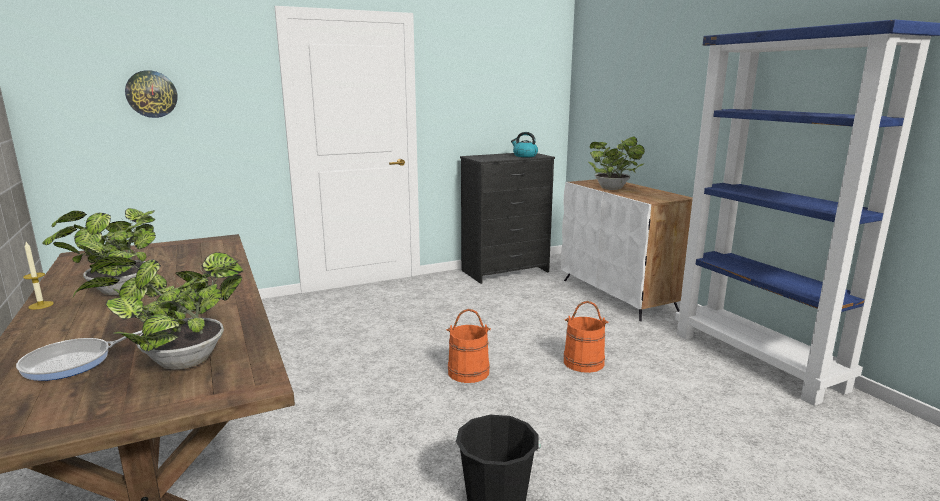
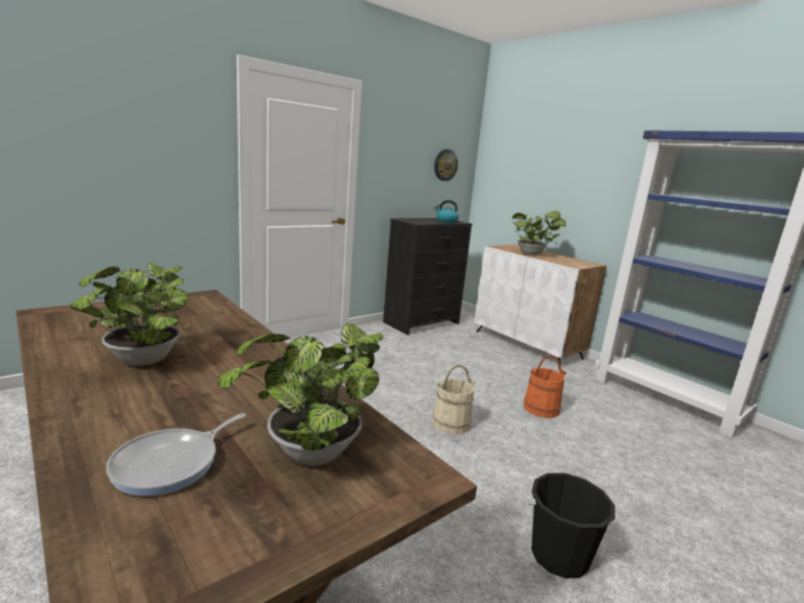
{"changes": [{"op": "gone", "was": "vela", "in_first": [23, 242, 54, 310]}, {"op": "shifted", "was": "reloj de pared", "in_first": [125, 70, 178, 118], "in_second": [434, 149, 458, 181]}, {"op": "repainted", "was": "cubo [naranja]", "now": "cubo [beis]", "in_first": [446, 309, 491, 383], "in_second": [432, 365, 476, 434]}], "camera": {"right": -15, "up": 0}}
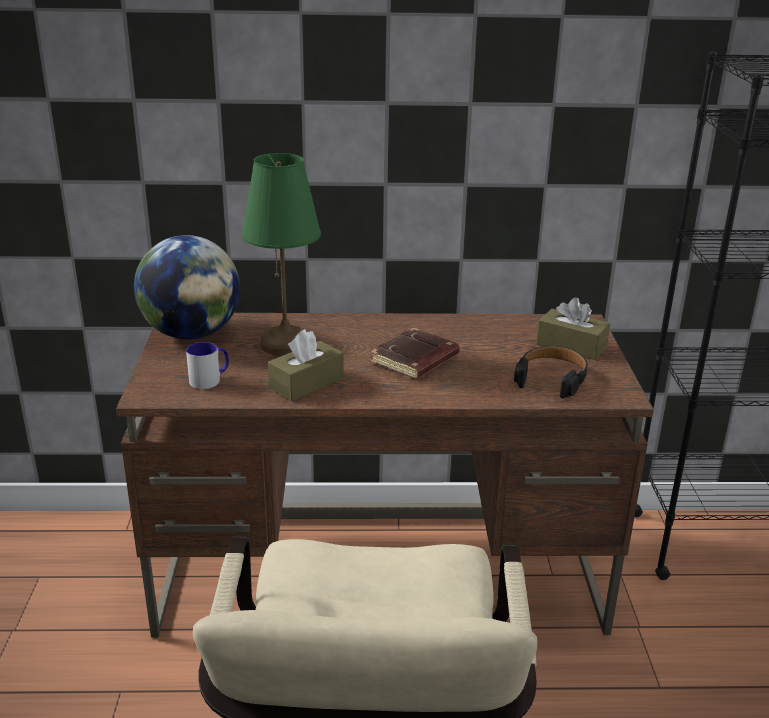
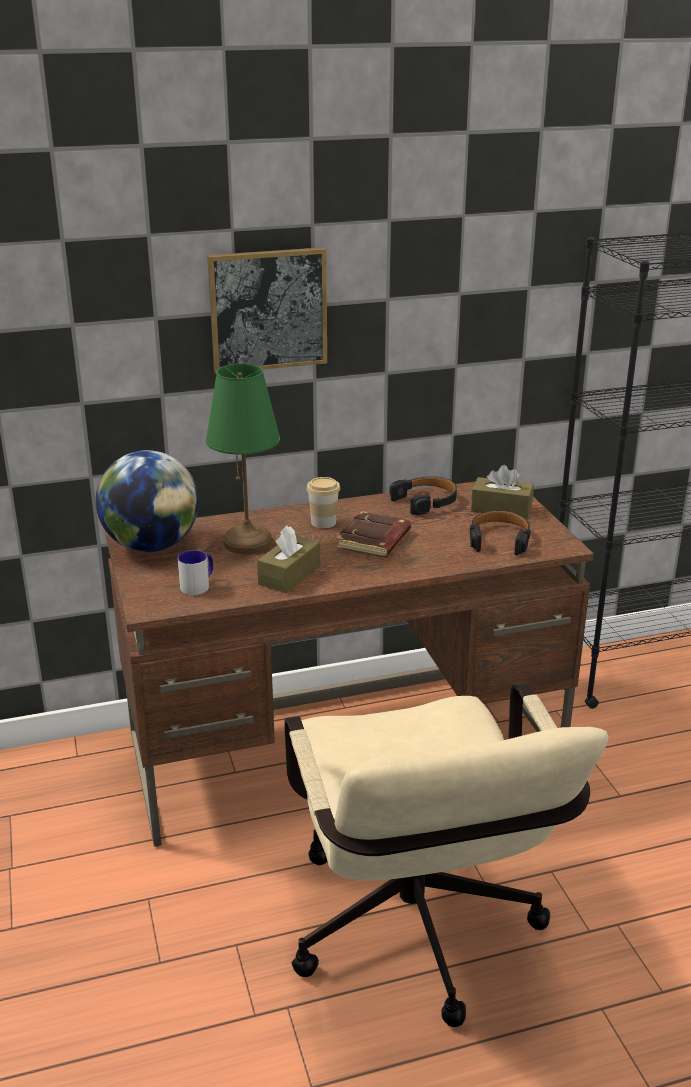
{"changes": [{"op": "new", "now": "cuadro", "in_second": [207, 247, 327, 374]}, {"op": "new", "now": "taza", "in_second": [307, 477, 340, 528]}, {"op": "new", "now": "auriculares [negro]", "in_second": [390, 476, 457, 515]}], "camera": {"right": -15, "up": 0}}
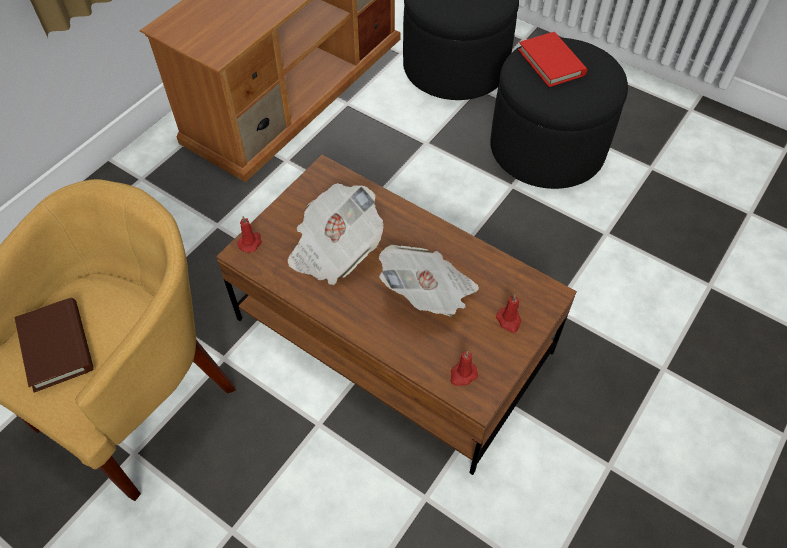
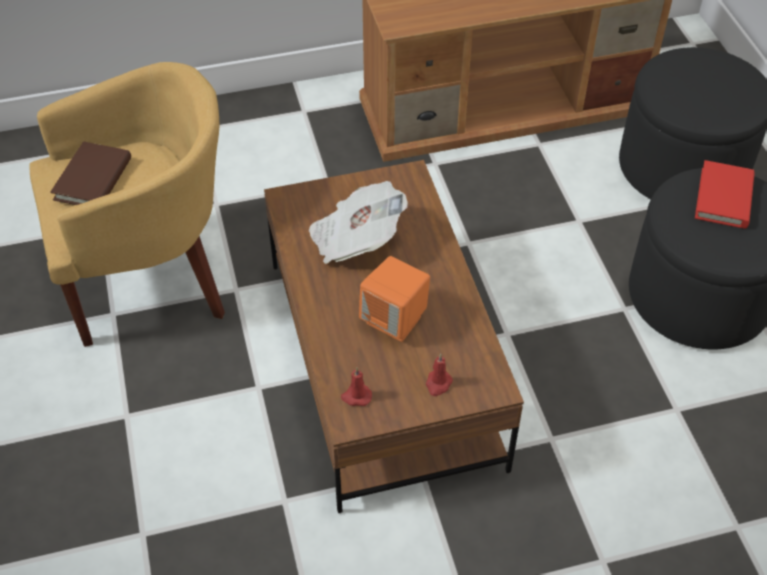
{"changes": [{"op": "gone", "was": "vela [rojo]", "in_first": [237, 216, 262, 253]}, {"op": "swapped", "was": "periódico", "now": "altavoz [naranja]", "in_first": [378, 245, 479, 317], "in_second": [359, 256, 430, 342]}], "camera": {"right": 40, "up": -5}}
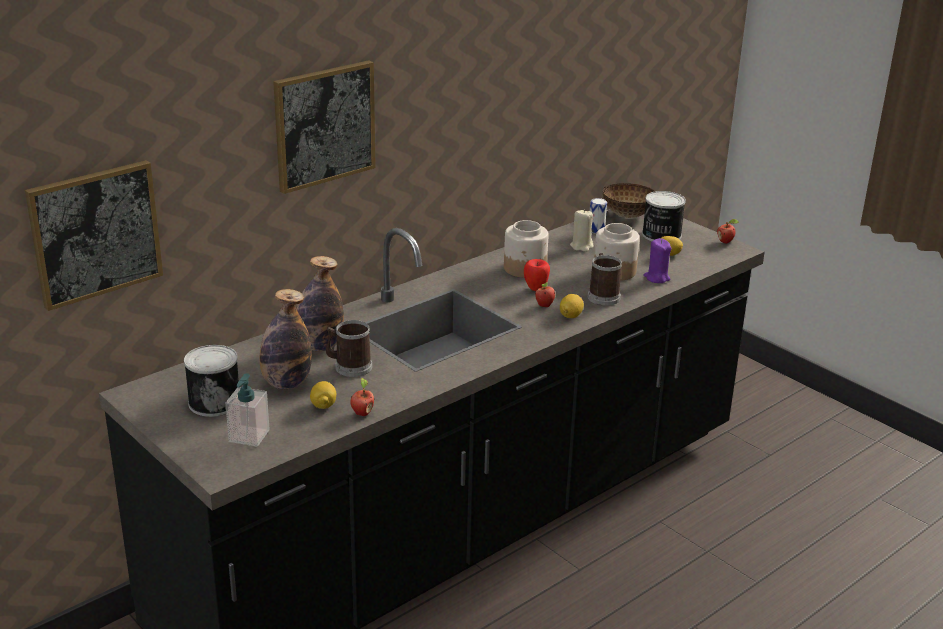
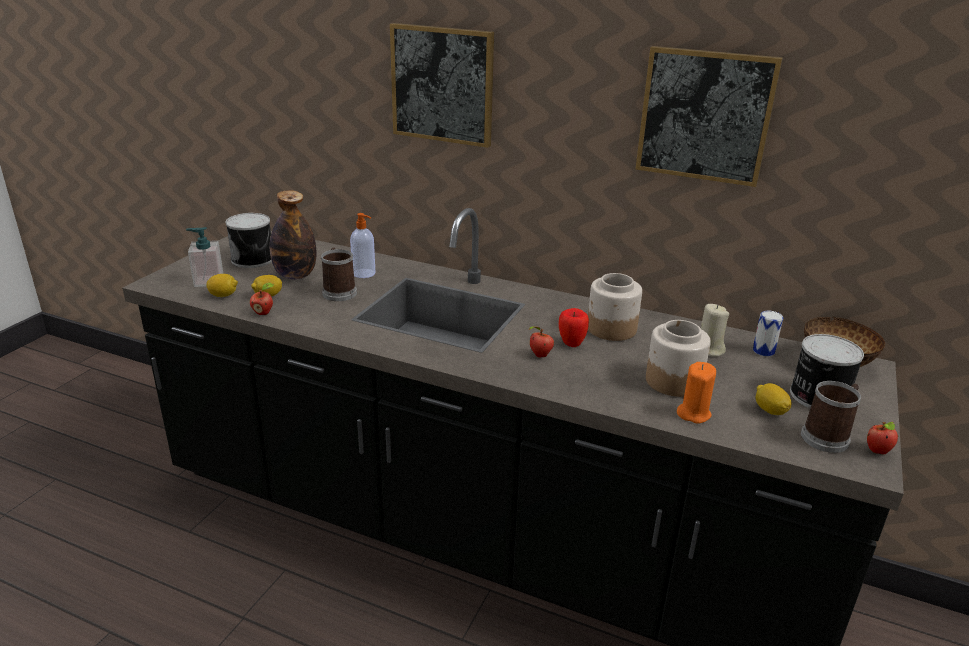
{"changes": [{"op": "shifted", "was": "cuadro", "in_first": [25, 160, 163, 311], "in_second": [636, 46, 783, 187]}, {"op": "shifted", "was": "limón", "in_first": [560, 294, 584, 318], "in_second": [206, 274, 238, 297]}, {"op": "shifted", "was": "taza grande", "in_first": [588, 253, 622, 305], "in_second": [801, 381, 861, 453]}, {"op": "swapped", "was": "botella", "now": "dispensador de jabón", "in_first": [296, 256, 344, 352], "in_second": [350, 213, 375, 278]}, {"op": "repainted", "was": "vela [morado]", "now": "vela [naranja]", "in_first": [643, 238, 671, 283], "in_second": [677, 362, 716, 424]}], "camera": {"right": 65, "up": 0}}
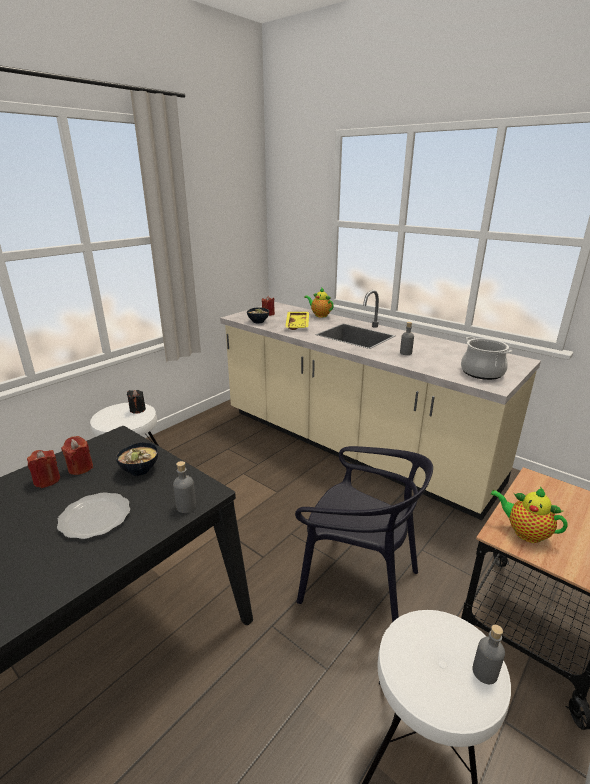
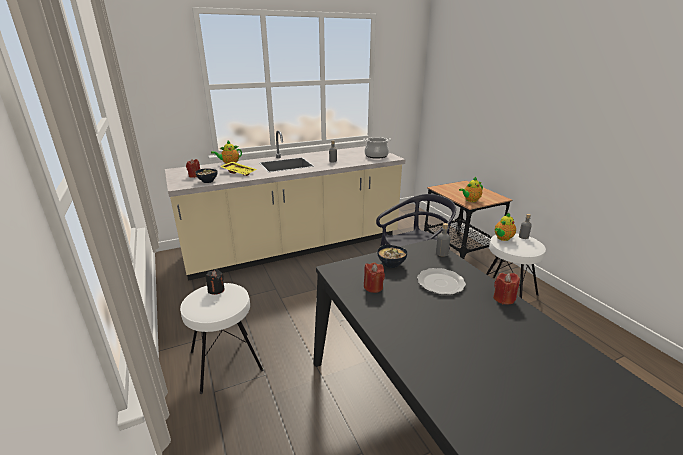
{"changes": [{"op": "new", "now": "tetera", "in_second": [495, 212, 516, 241]}, {"op": "shifted", "was": "vela [rojo]", "in_first": [27, 450, 60, 488], "in_second": [493, 273, 520, 305]}], "camera": {"right": -65, "up": 0}}
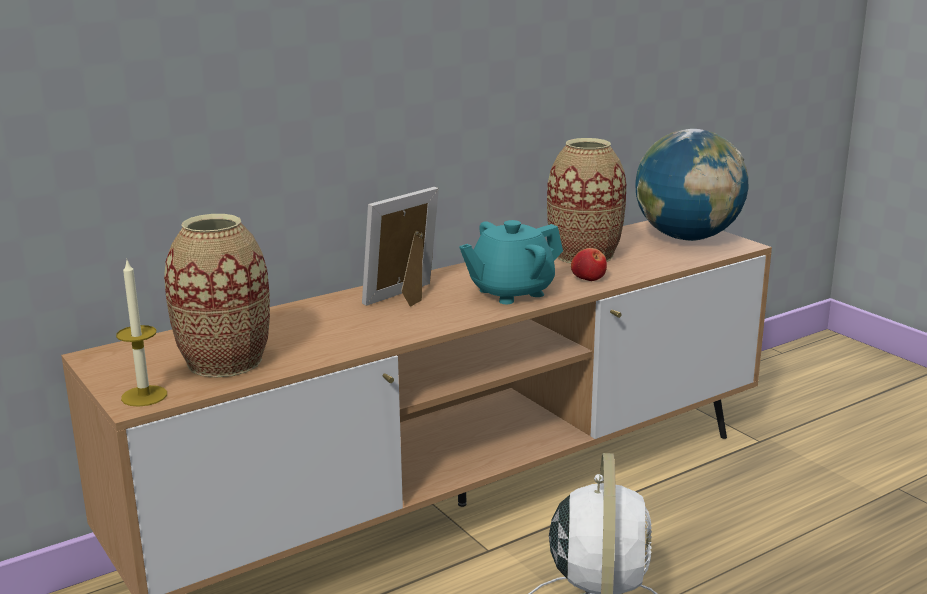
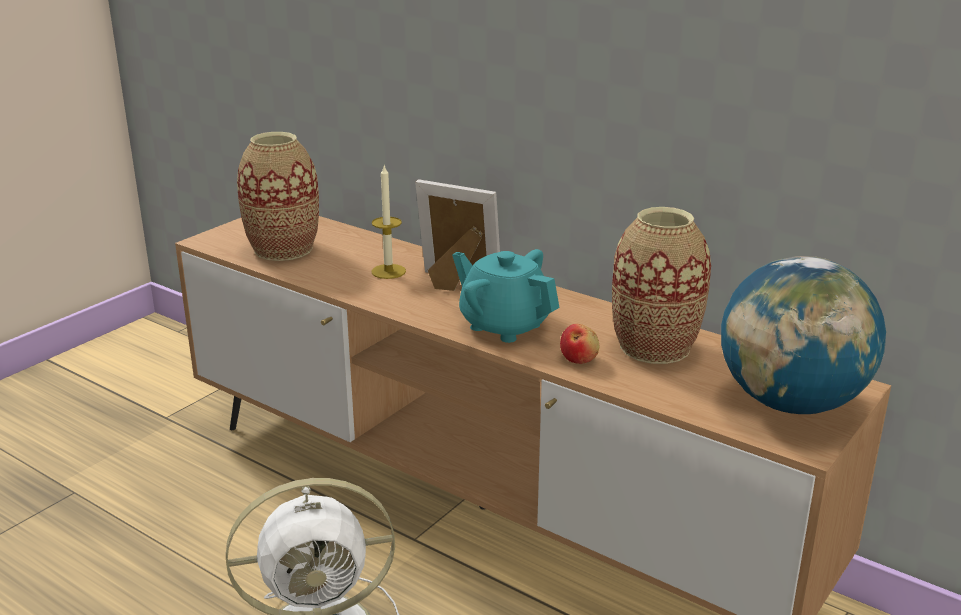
{"changes": [{"op": "shifted", "was": "vela", "in_first": [116, 258, 167, 407], "in_second": [371, 166, 406, 279]}], "camera": {"right": 70, "up": 5}}
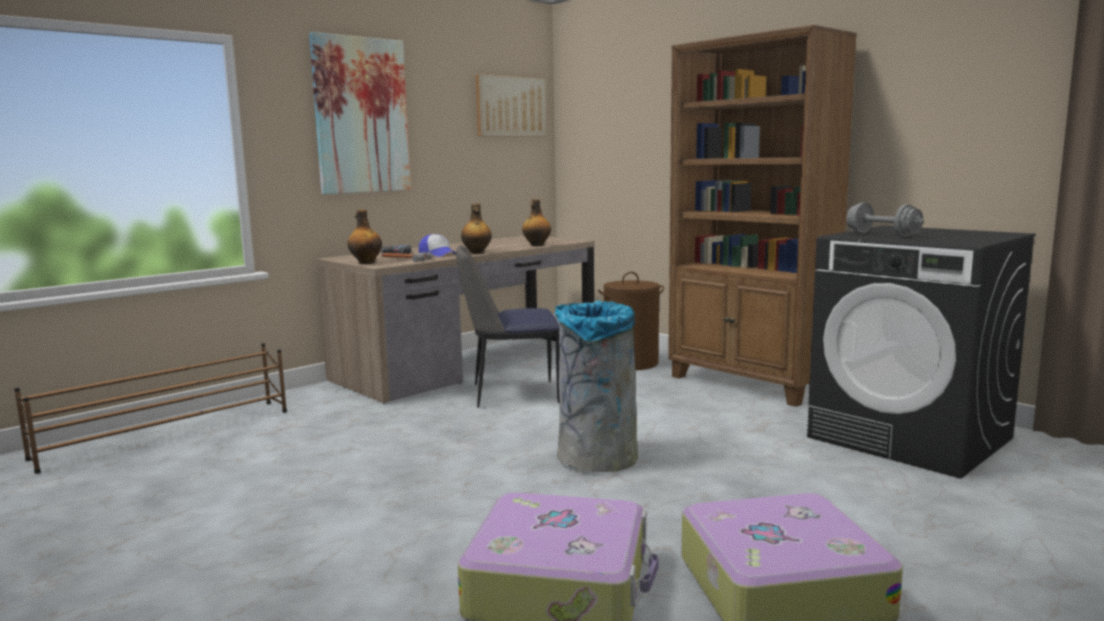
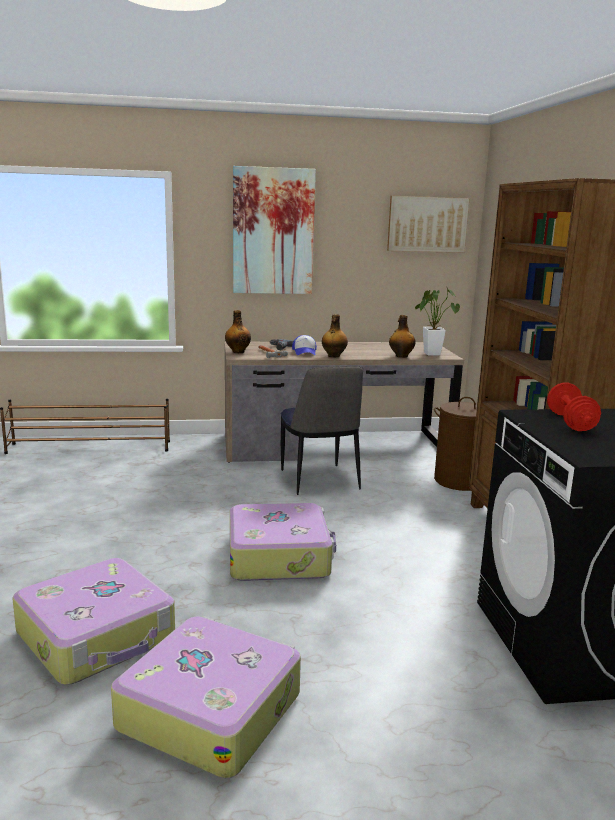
{"changes": [{"op": "new", "now": "planta en maceta", "in_second": [415, 289, 460, 356]}, {"op": "swapped", "was": "papelera [gris]", "now": "maleta", "in_first": [555, 301, 638, 472], "in_second": [230, 503, 336, 581]}, {"op": "repainted", "was": "mancuerna [gris]", "now": "mancuerna [rojo]", "in_first": [846, 203, 924, 237], "in_second": [547, 383, 601, 431]}, {"op": "rotated", "was": "silla", "in_first": [456, 246, 560, 407], "in_second": [281, 366, 363, 495], "clockwise": -135}], "camera": {"right": 35, "up": 5}}
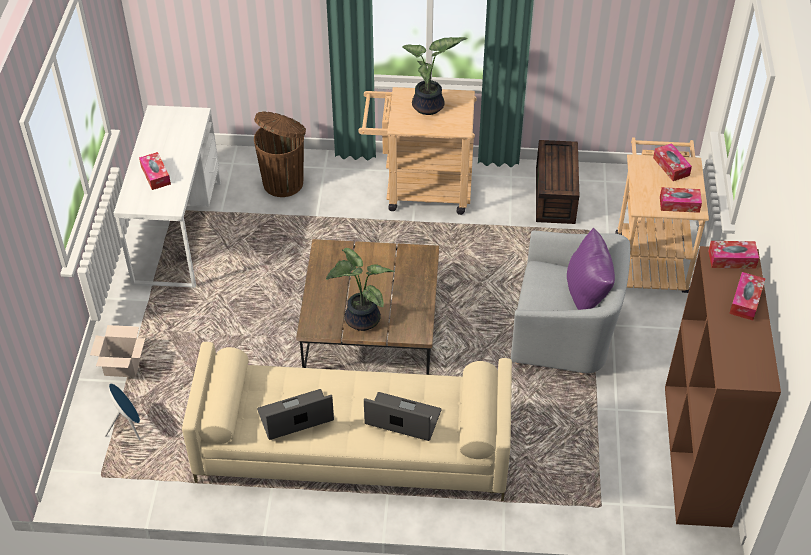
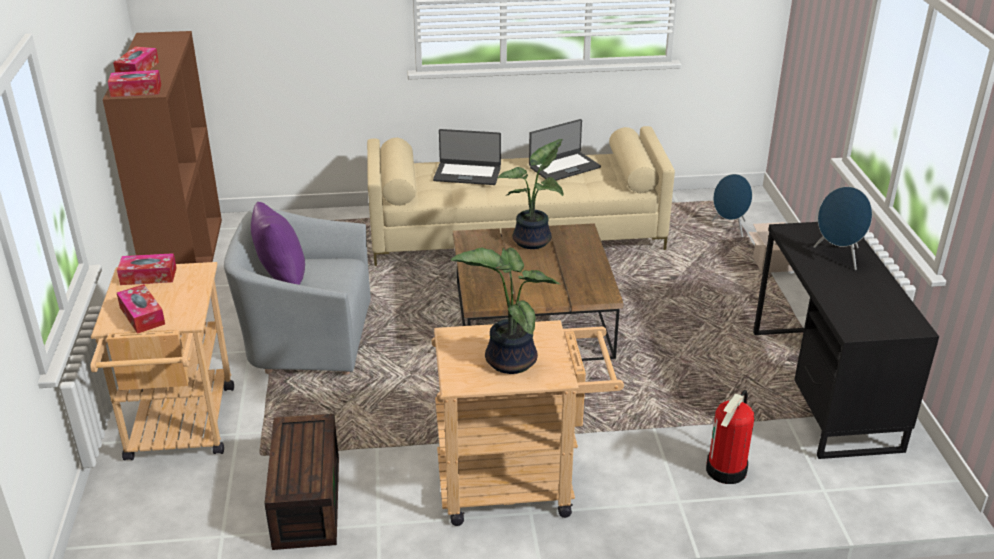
{"changes": [{"op": "swapped", "was": "caja de pañuelos", "now": "altavoz [azul]", "in_first": [139, 152, 171, 190], "in_second": [813, 186, 872, 270]}, {"op": "swapped", "was": "papelera [marrón]", "now": "extintor", "in_first": [254, 112, 306, 197], "in_second": [706, 390, 754, 484]}, {"op": "repainted", "was": "escritorio [blanco]", "now": "escritorio [negro]", "in_first": [114, 105, 221, 288], "in_second": [753, 222, 939, 459]}], "camera": {"right": 170, "up": -15}}
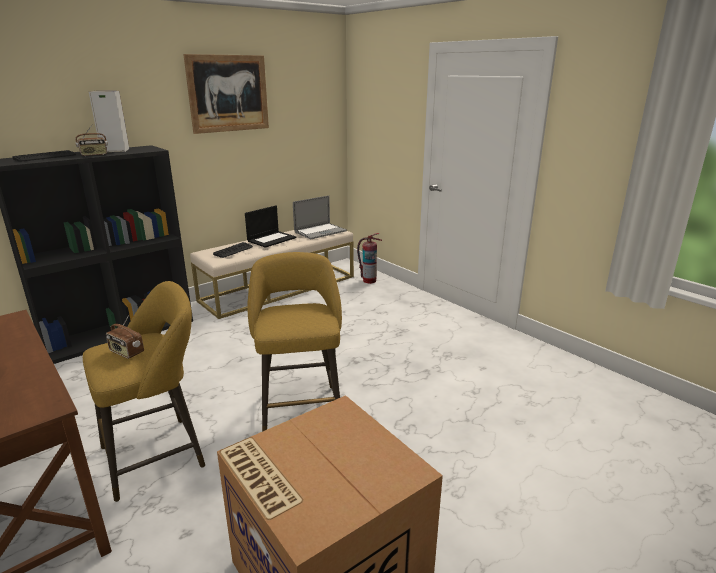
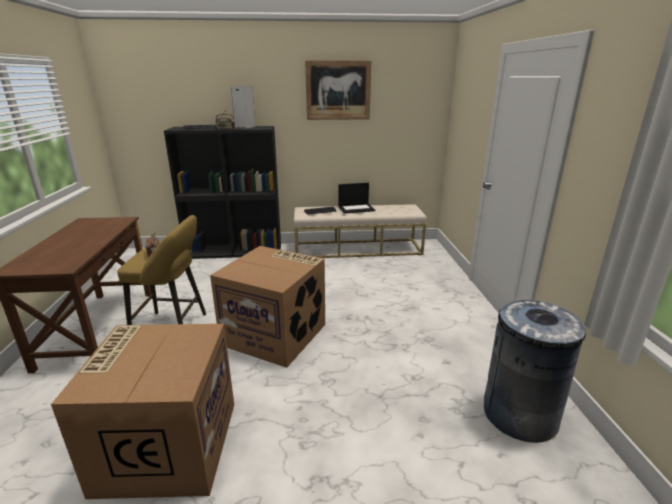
{"changes": [{"op": "gone", "was": "portátil", "in_first": [293, 195, 347, 239]}, {"op": "gone", "was": "extintor", "in_first": [357, 233, 382, 284]}, {"op": "new", "now": "papelera [gris]", "in_second": [484, 299, 586, 443]}, {"op": "swapped", "was": "taburete [amarillo]", "now": "caja de cartón", "in_first": [247, 252, 342, 432], "in_second": [210, 246, 325, 368]}], "camera": {"right": 35, "up": 0}}
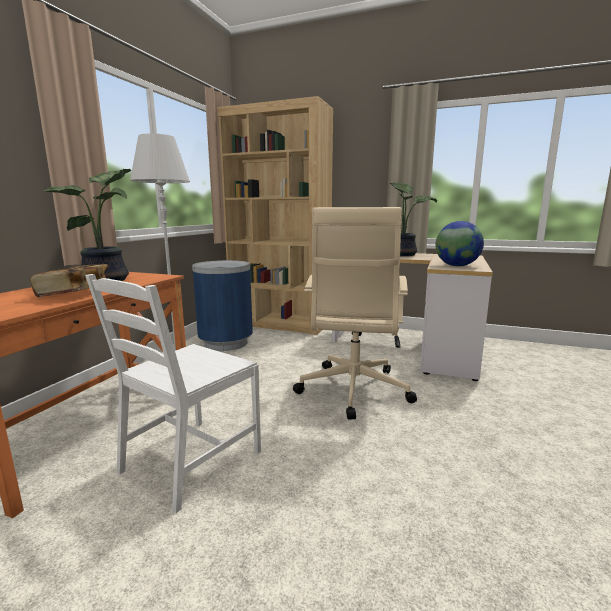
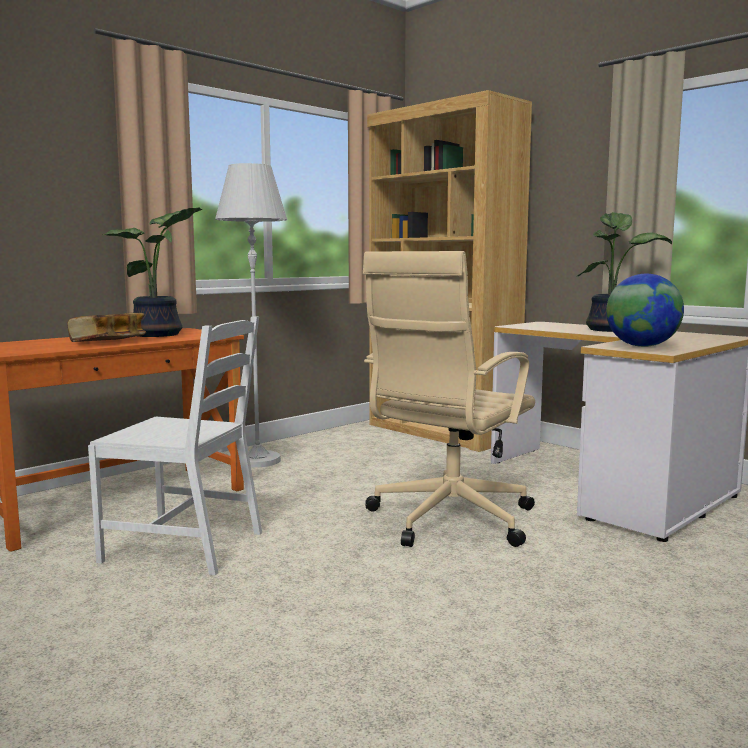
{"changes": [{"op": "gone", "was": "papelera [azul]", "in_first": [192, 260, 253, 351]}, {"op": "rotated", "was": "silla [blanco]", "in_first": [85, 274, 261, 513], "in_second": [88, 316, 262, 576], "clockwise": -135}], "camera": {"right": 25, "up": -5}}
